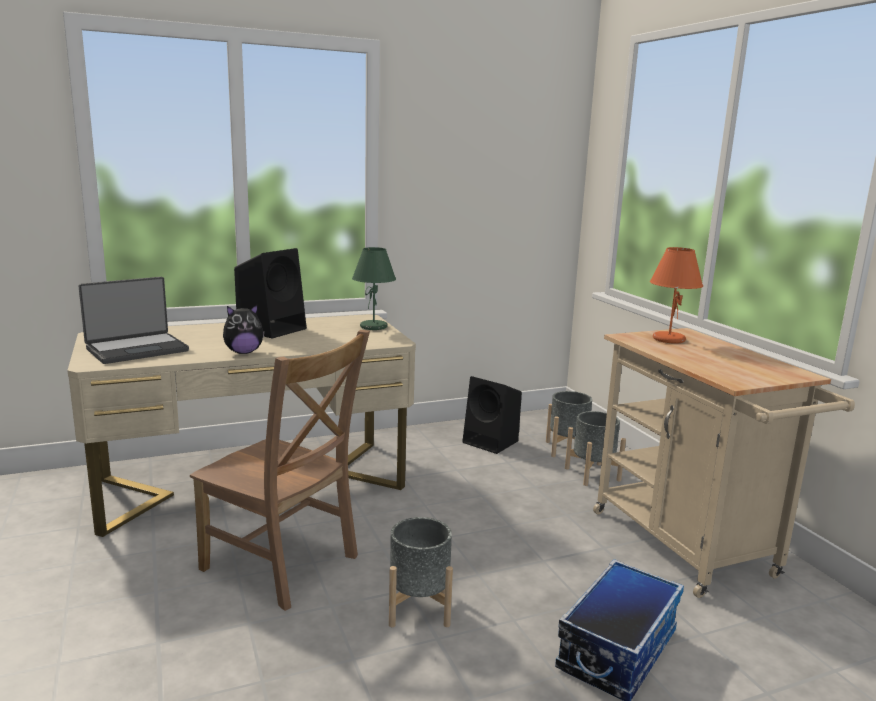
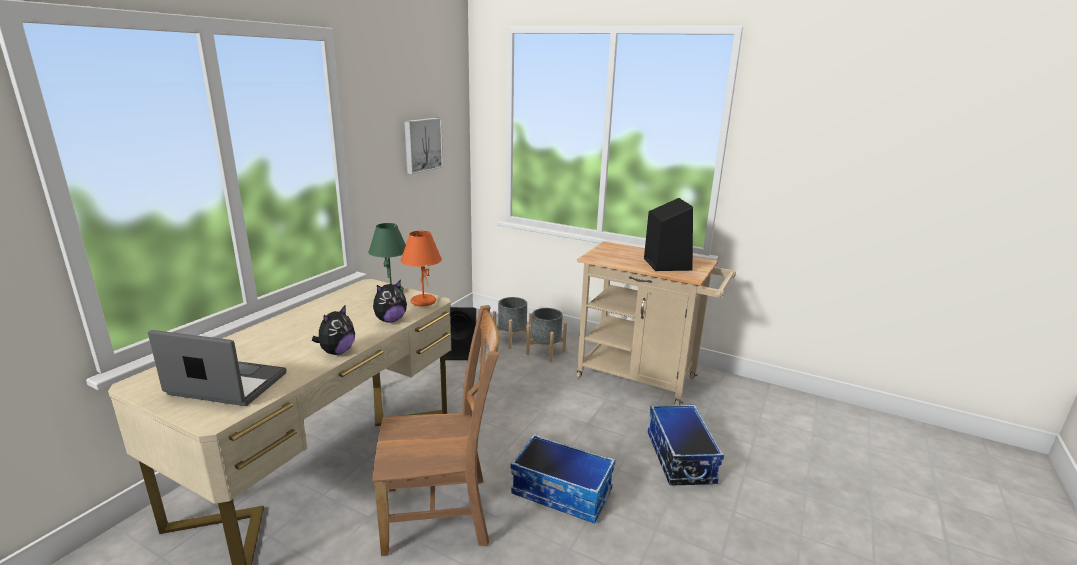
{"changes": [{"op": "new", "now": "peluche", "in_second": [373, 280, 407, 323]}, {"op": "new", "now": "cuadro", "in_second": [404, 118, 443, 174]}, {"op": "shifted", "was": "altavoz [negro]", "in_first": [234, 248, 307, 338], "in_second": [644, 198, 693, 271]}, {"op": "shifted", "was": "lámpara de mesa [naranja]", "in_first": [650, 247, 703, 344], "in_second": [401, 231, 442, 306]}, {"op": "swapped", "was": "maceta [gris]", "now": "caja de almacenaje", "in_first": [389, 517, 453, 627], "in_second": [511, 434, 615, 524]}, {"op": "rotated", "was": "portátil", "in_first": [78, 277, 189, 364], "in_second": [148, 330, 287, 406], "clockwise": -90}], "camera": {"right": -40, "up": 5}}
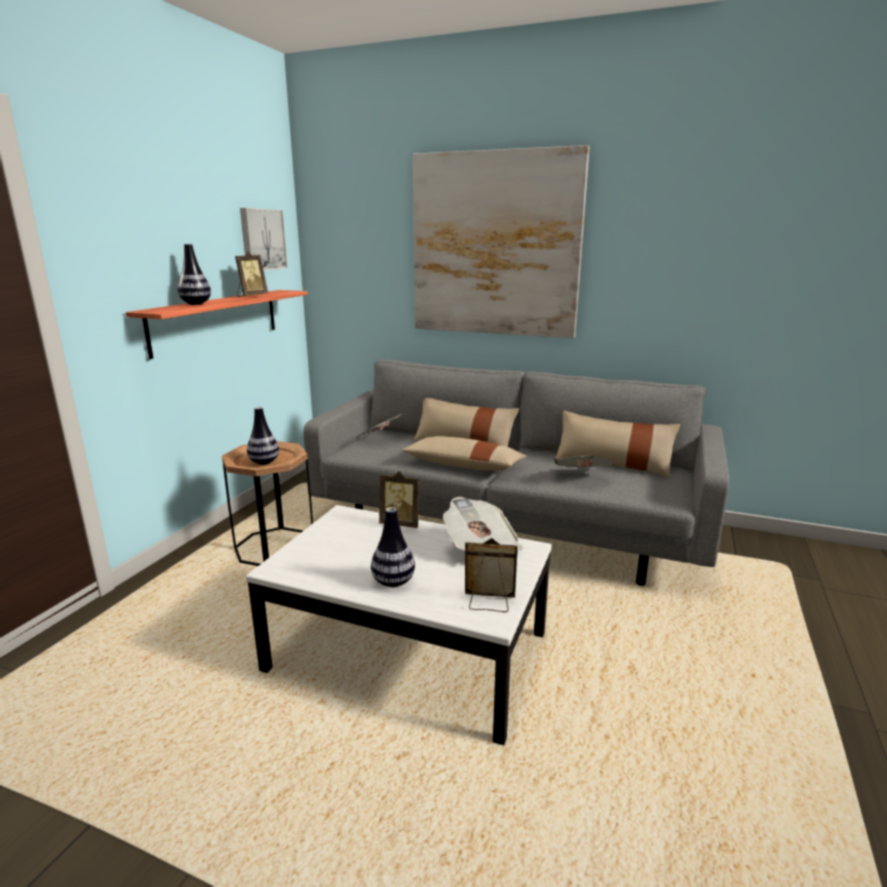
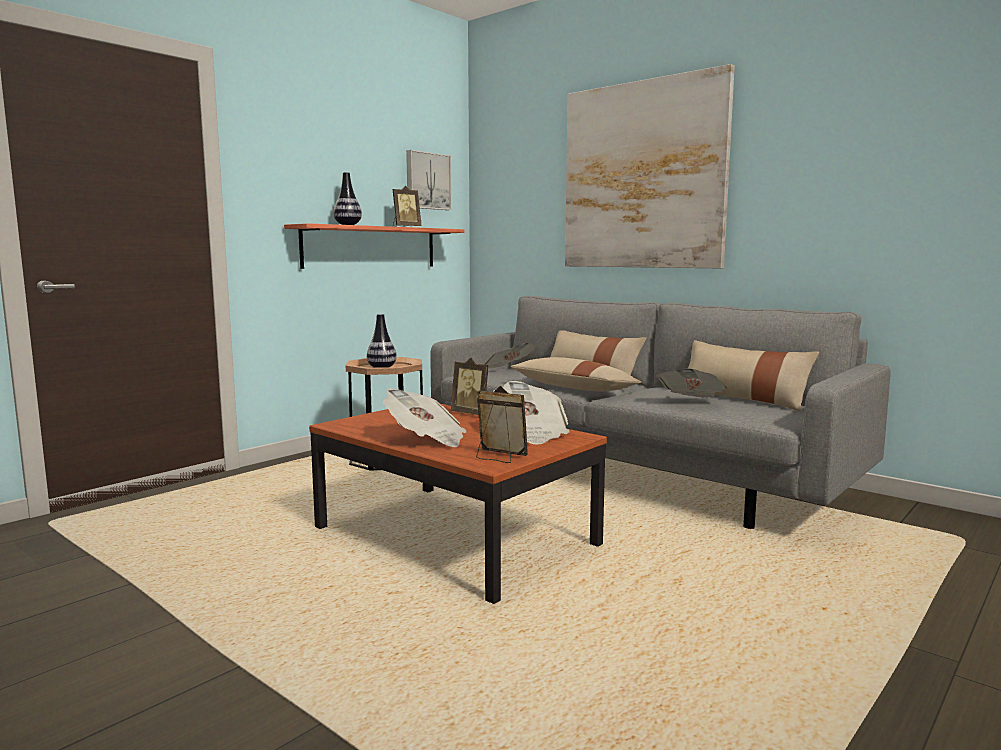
{"changes": [{"op": "swapped", "was": "florero", "now": "periódico", "in_first": [371, 507, 415, 587], "in_second": [383, 388, 467, 447]}, {"op": "repainted", "was": "mesa de centro [blanco]", "now": "mesa de centro [marrón]", "in_first": [246, 505, 552, 745], "in_second": [309, 404, 607, 604]}], "camera": {"right": 20, "up": -10}}
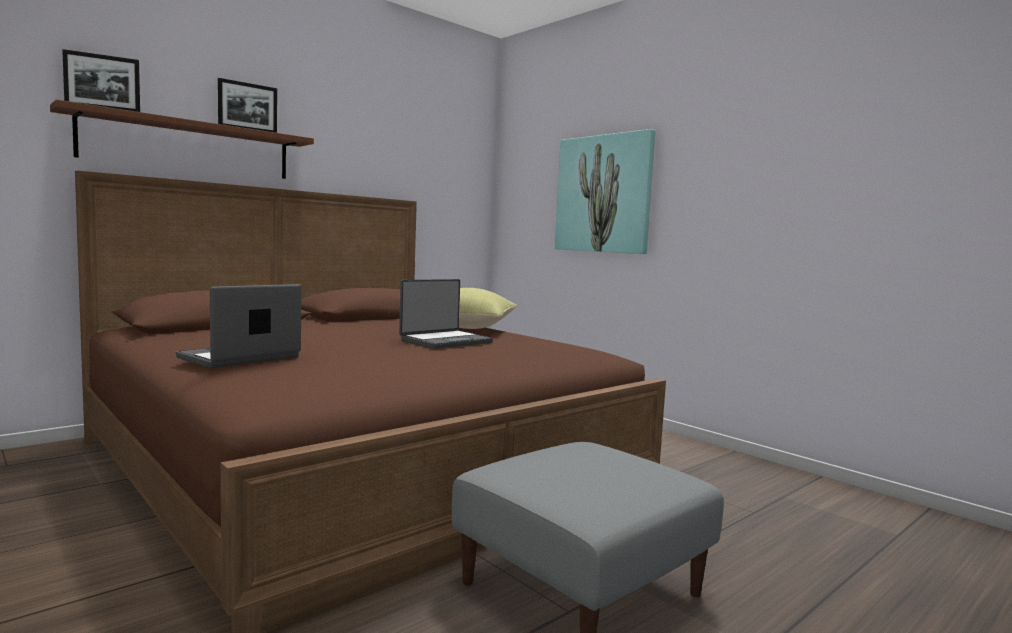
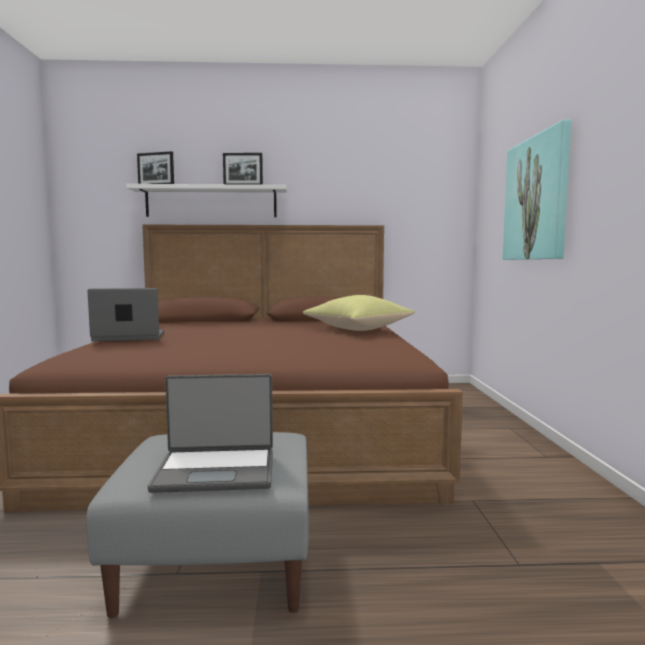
{"changes": [{"op": "shifted", "was": "portátil", "in_first": [399, 279, 493, 349], "in_second": [148, 374, 273, 493]}, {"op": "repainted", "was": "estante [marrón]", "now": "estante [blanco]", "in_first": [50, 99, 314, 179], "in_second": [126, 184, 287, 217]}], "camera": {"right": 40, "up": 0}}
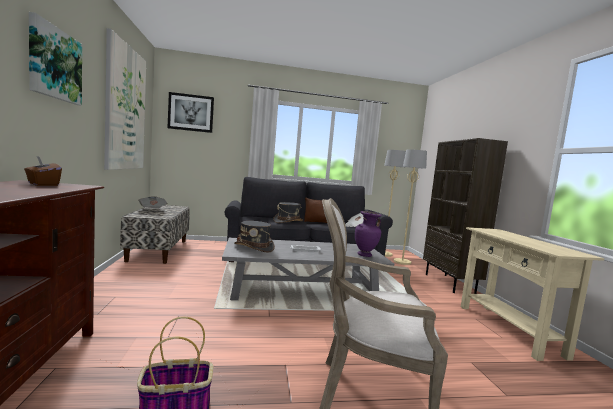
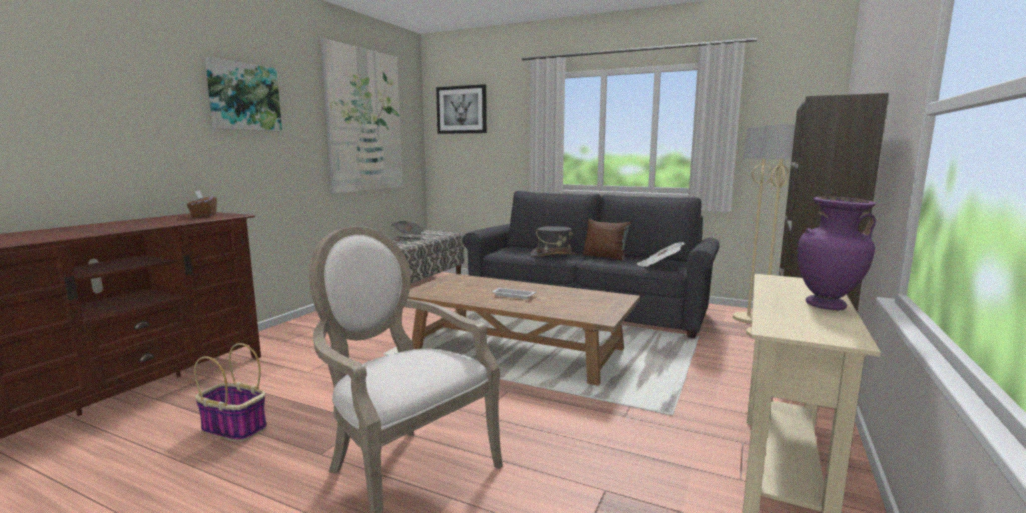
{"changes": [{"op": "gone", "was": "sombrero [gris]", "in_first": [234, 221, 275, 253]}, {"op": "shifted", "was": "florero [morado]", "in_first": [355, 211, 382, 257], "in_second": [797, 197, 876, 310]}, {"op": "repainted", "was": "mesa de centro [gris]", "now": "mesa de centro [marrón]", "in_first": [222, 238, 394, 300], "in_second": [407, 273, 640, 386]}], "camera": {"right": 35, "up": 5}}
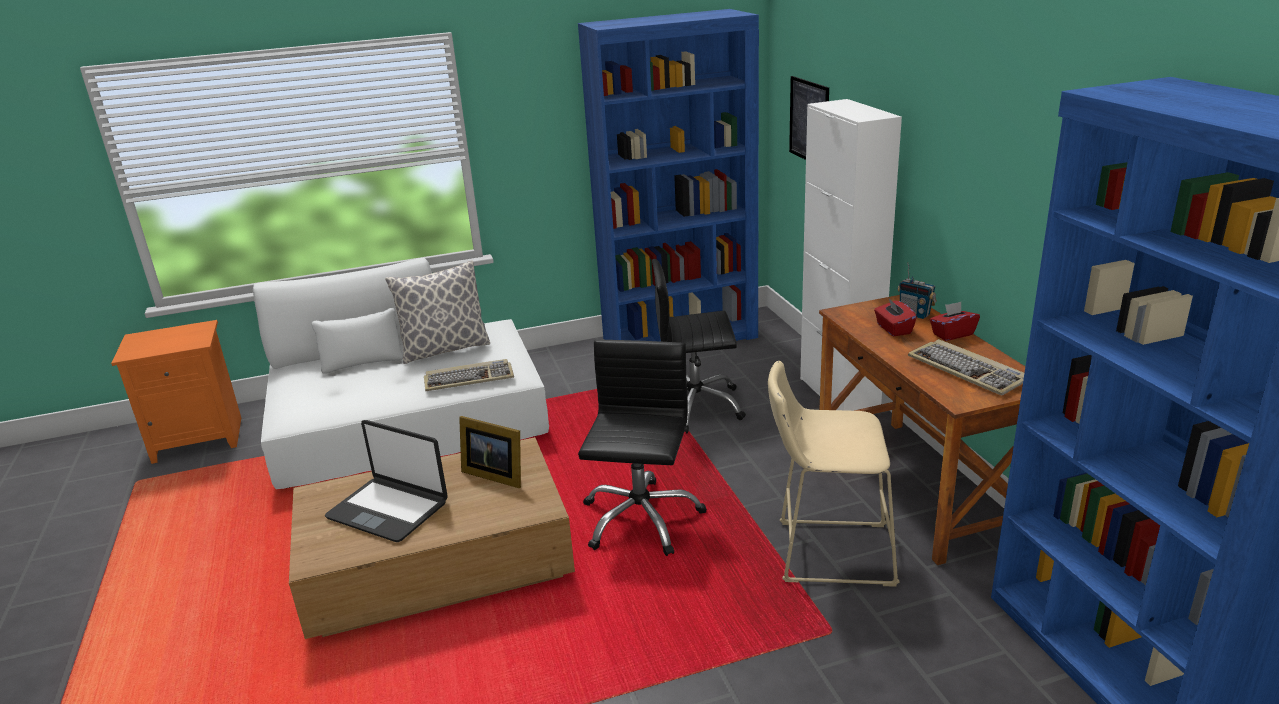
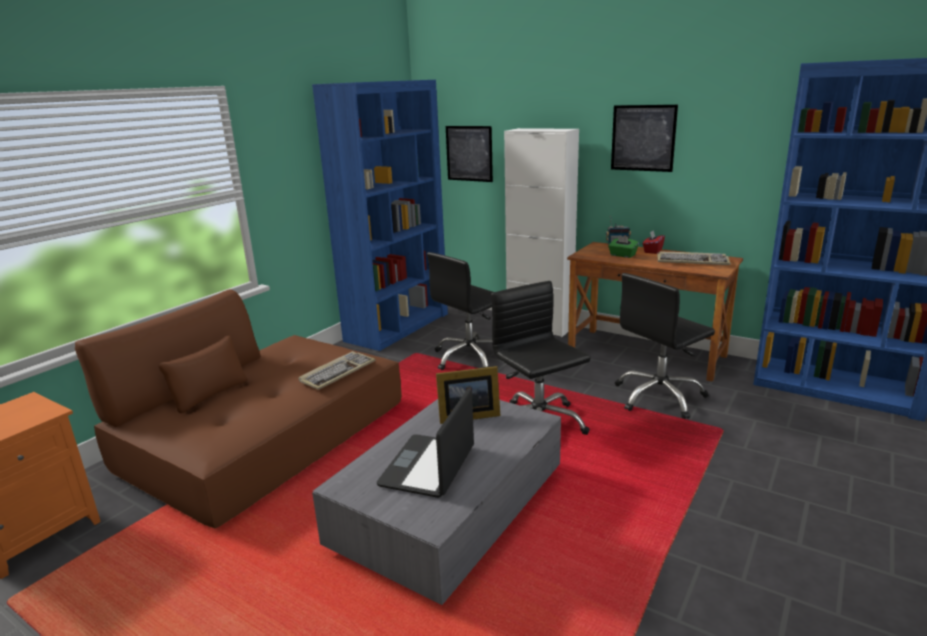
{"changes": [{"op": "gone", "was": "cojín", "in_first": [385, 260, 490, 364]}, {"op": "new", "now": "cuadro", "in_second": [611, 105, 678, 172]}, {"op": "swapped", "was": "taburete [beis]", "now": "silla de oficina [negro]", "in_first": [768, 361, 900, 587], "in_second": [615, 273, 715, 419]}, {"op": "repainted", "was": "sofá [blanco]", "now": "sofá [marrón]", "in_first": [253, 258, 549, 489], "in_second": [75, 289, 402, 528]}, {"op": "repainted", "was": "mesa de centro [marrón]", "now": "mesa de centro [gris]", "in_first": [289, 437, 575, 639], "in_second": [312, 399, 561, 605]}, {"op": "repainted", "was": "caja de pañuelos [rojo]", "now": "caja de pañuelos [verde]", "in_first": [874, 297, 917, 336], "in_second": [608, 236, 639, 258]}, {"op": "rotated", "was": "portátil", "in_first": [325, 420, 448, 542], "in_second": [377, 388, 474, 498], "clockwise": 120}], "camera": {"right": -40, "up": -5}}
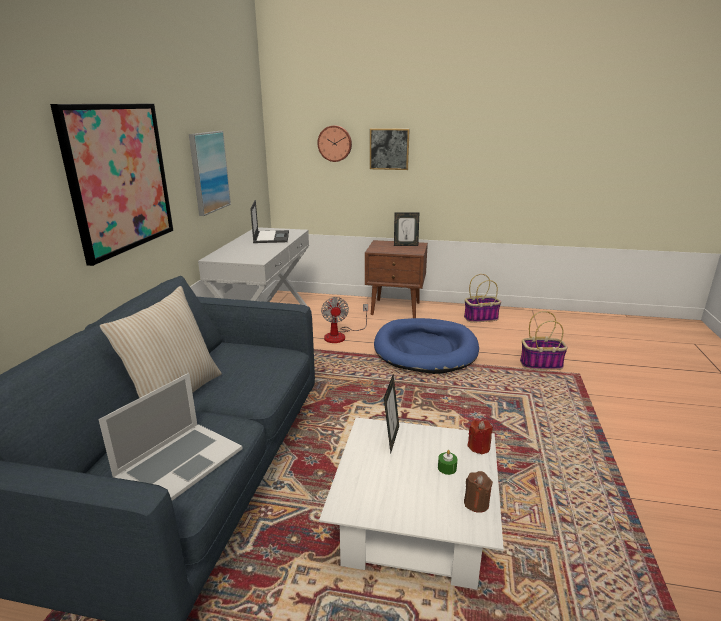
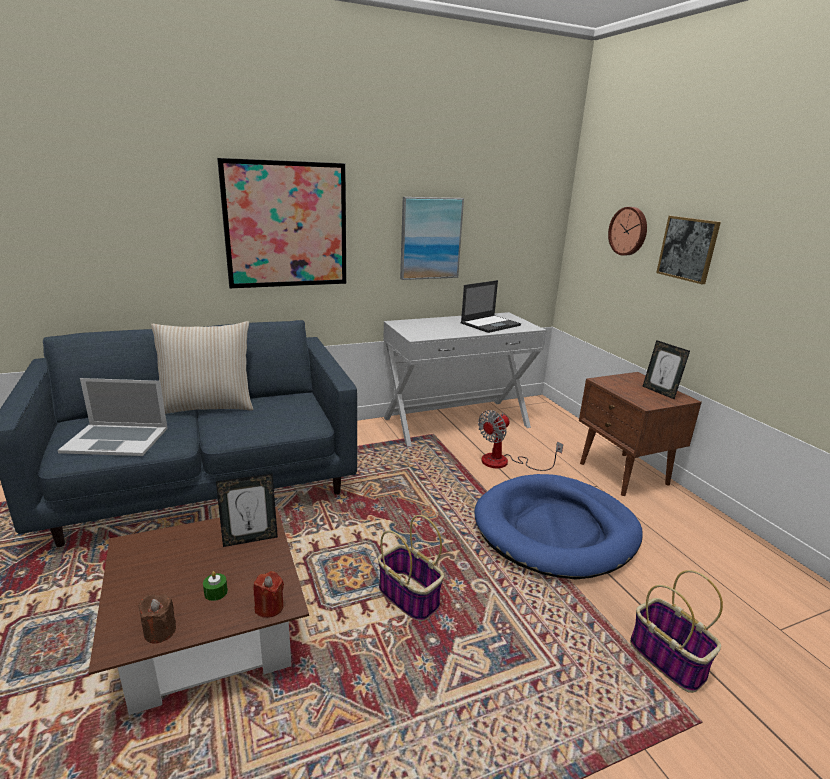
{"changes": [{"op": "shifted", "was": "cesta", "in_first": [464, 274, 501, 323], "in_second": [378, 515, 444, 621]}, {"op": "repainted", "was": "mesa de centro [blanco]", "now": "mesa de centro [marrón]", "in_first": [319, 417, 504, 590], "in_second": [88, 507, 309, 715]}], "camera": {"right": 55, "up": 0}}
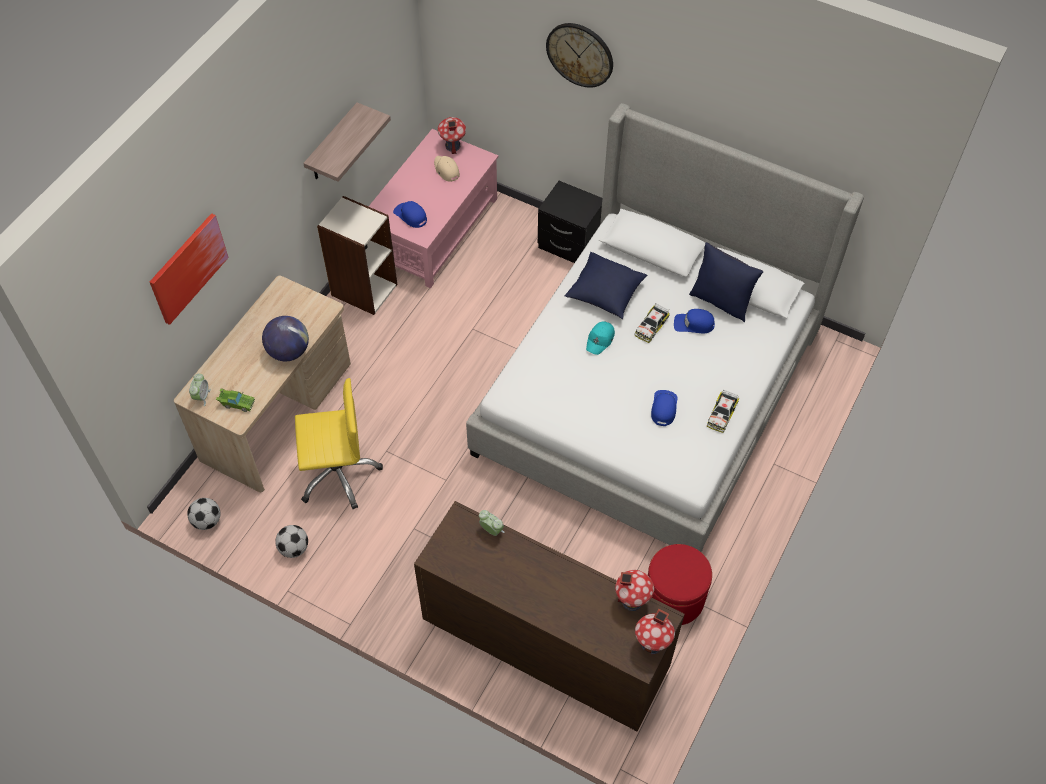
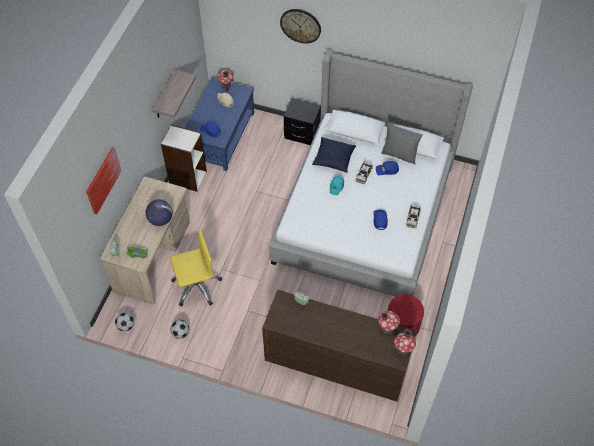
{"changes": [{"op": "repainted", "was": "mesa de centro [rosa]", "now": "mesa de centro [azul]", "in_first": [368, 129, 498, 288], "in_second": [185, 77, 254, 171]}, {"op": "repainted", "was": "cojín [azul]", "now": "cojín [gris]", "in_first": [689, 242, 763, 322], "in_second": [381, 123, 423, 165]}], "camera": {"right": -10, "up": 0}}
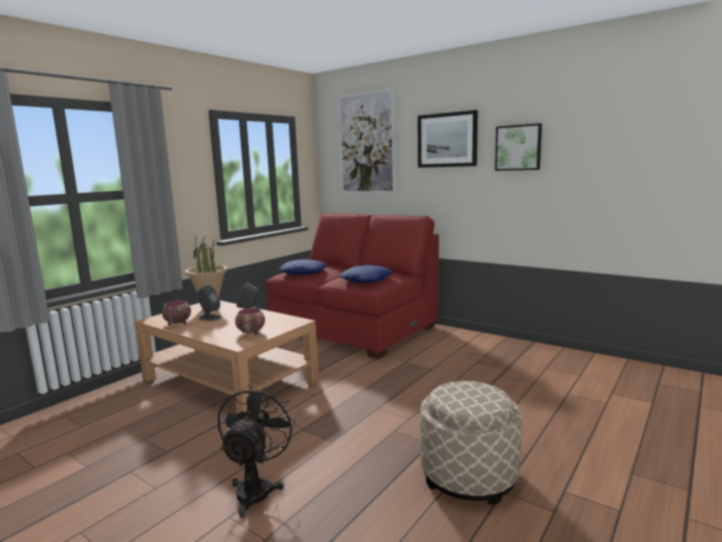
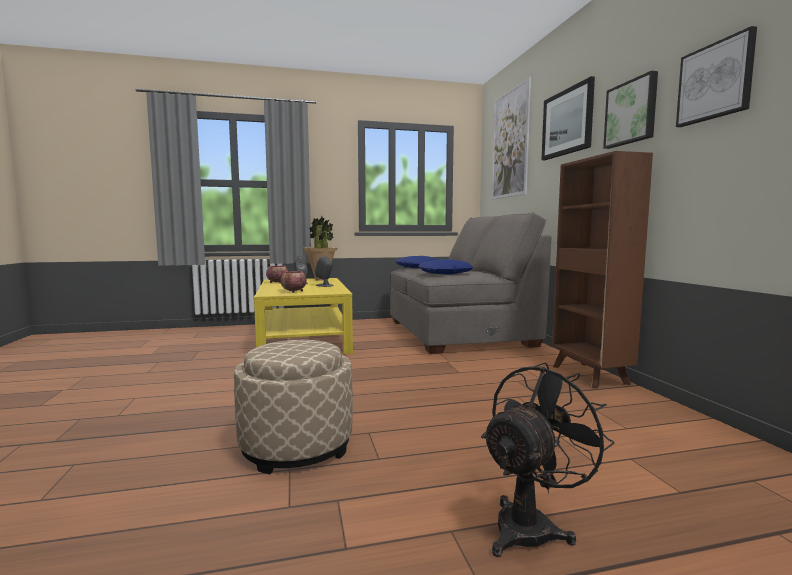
{"changes": [{"op": "new", "now": "estantería [marrón]", "in_second": [552, 151, 653, 388]}, {"op": "new", "now": "cuadro", "in_second": [676, 26, 757, 127]}, {"op": "shifted", "was": "ventilador [negro]", "in_first": [218, 385, 296, 517], "in_second": [481, 363, 614, 557]}, {"op": "repainted", "was": "mesa de centro [marrón]", "now": "mesa de centro [amarillo]", "in_first": [135, 300, 319, 414], "in_second": [254, 278, 353, 354]}, {"op": "repainted", "was": "sofá [rojo]", "now": "sofá [gris]", "in_first": [266, 212, 439, 359], "in_second": [390, 212, 551, 354]}], "camera": {"right": 40, "up": -5}}
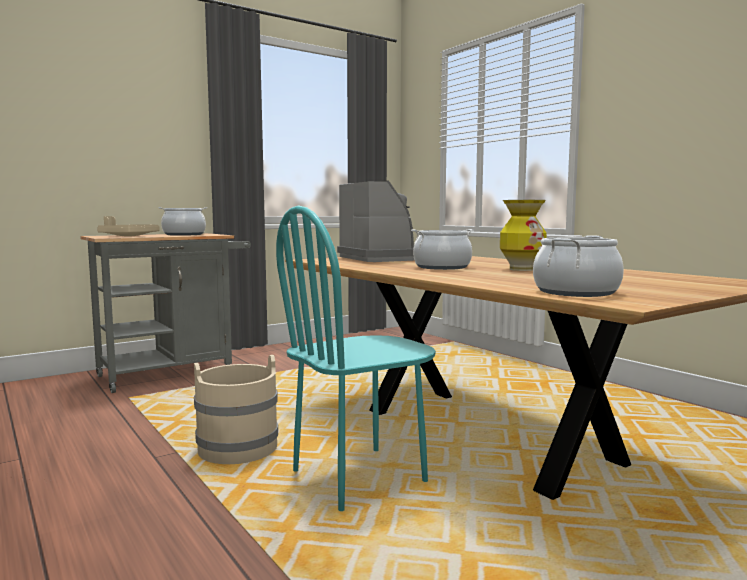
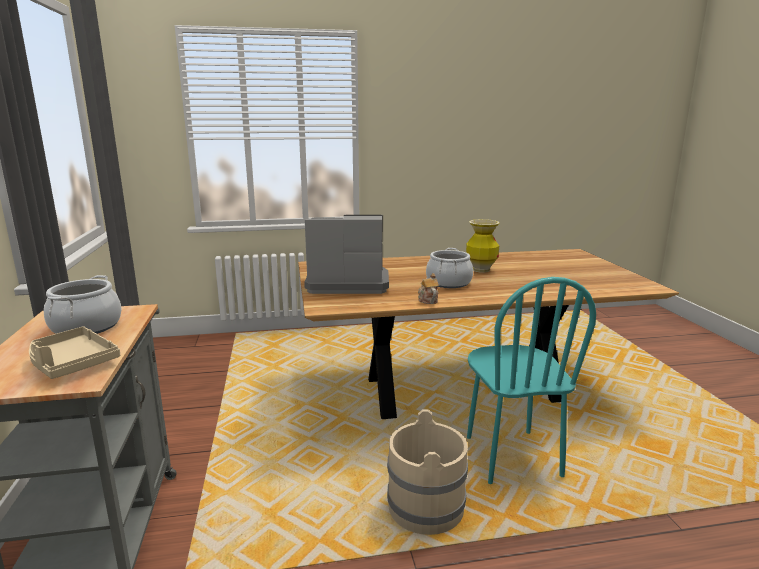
{"changes": [{"op": "gone", "was": "olla", "in_first": [533, 235, 624, 297]}, {"op": "new", "now": "tetera", "in_second": [418, 273, 439, 304]}], "camera": {"right": -65, "up": 10}}
